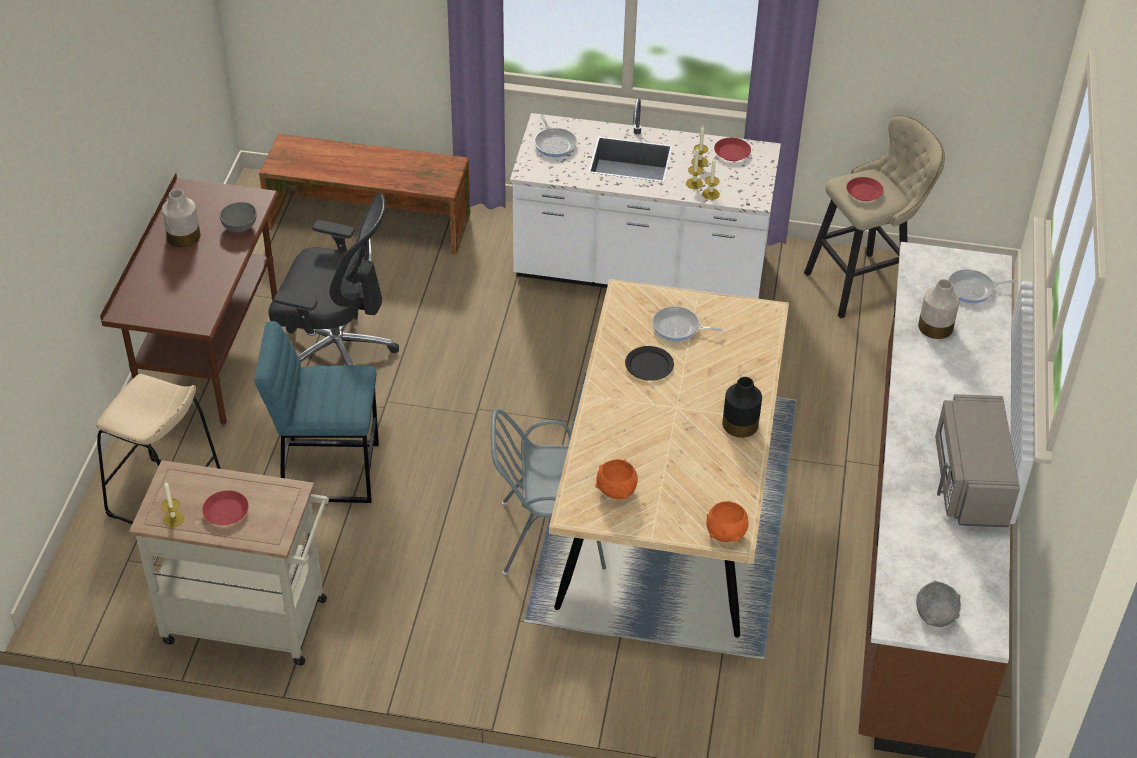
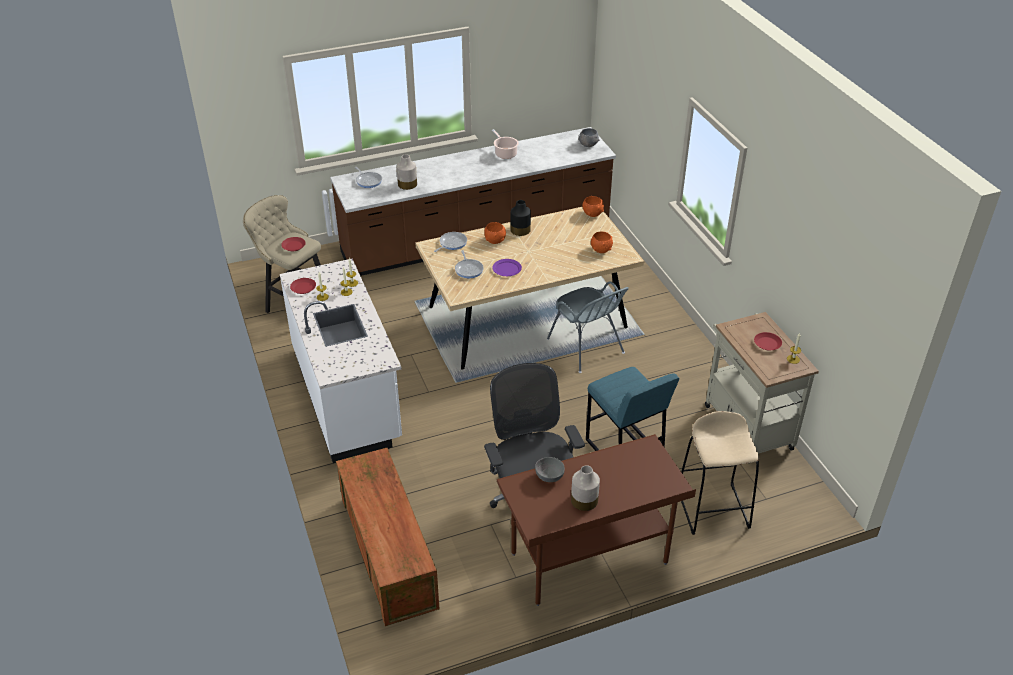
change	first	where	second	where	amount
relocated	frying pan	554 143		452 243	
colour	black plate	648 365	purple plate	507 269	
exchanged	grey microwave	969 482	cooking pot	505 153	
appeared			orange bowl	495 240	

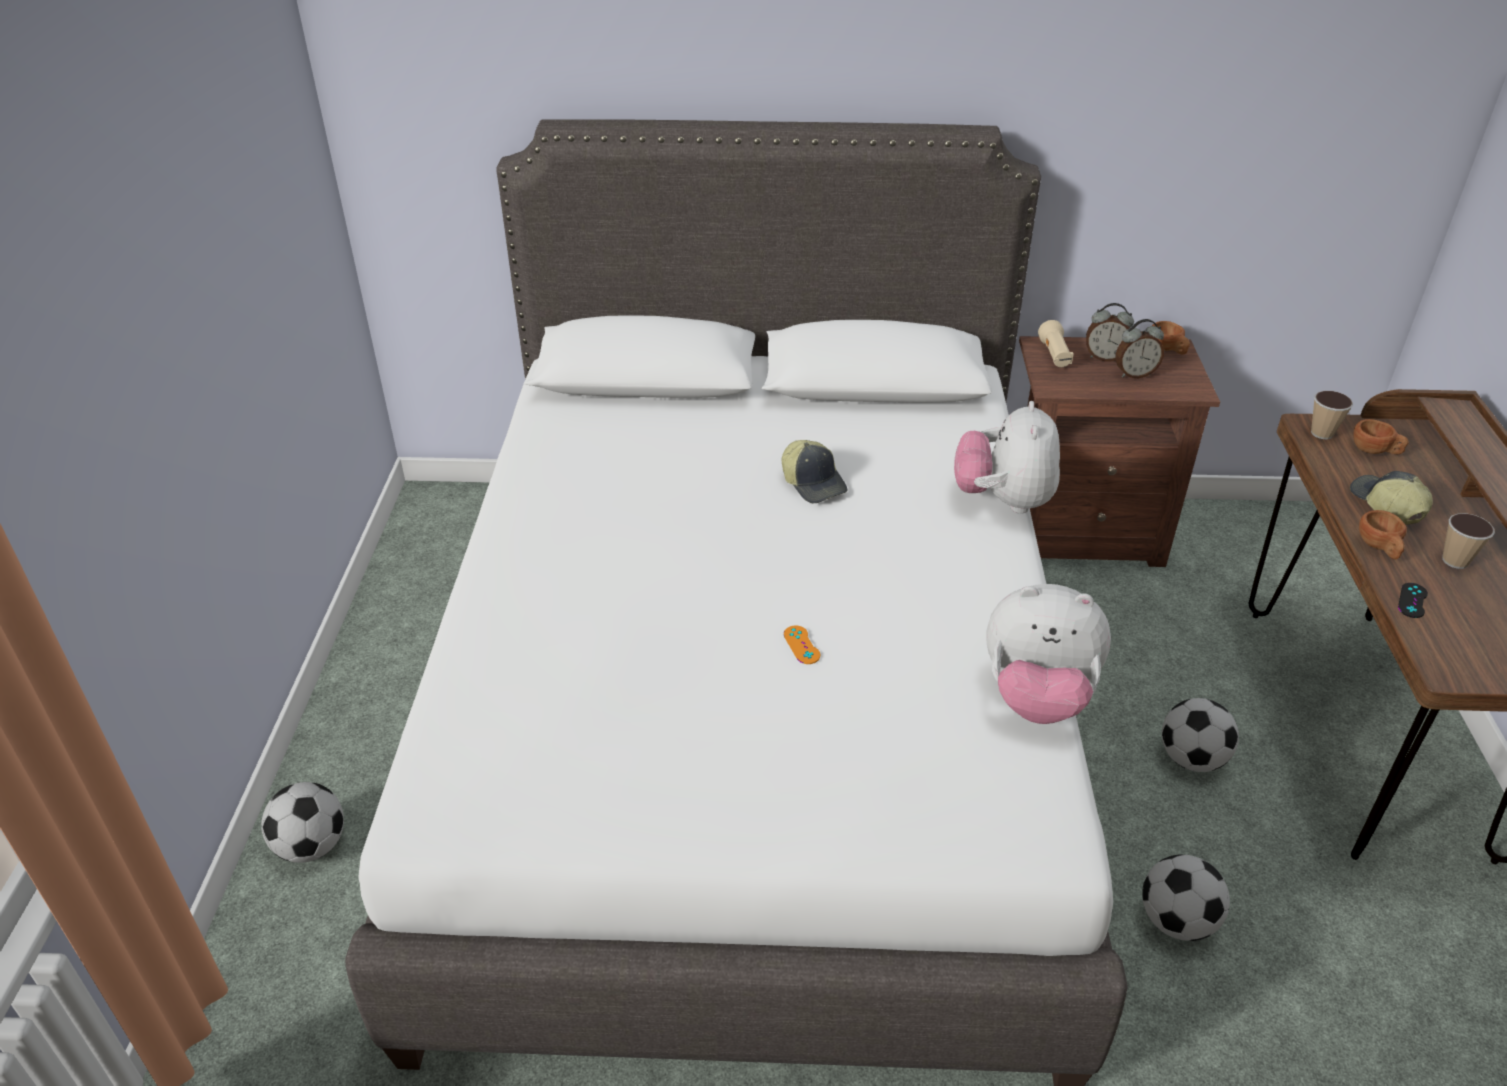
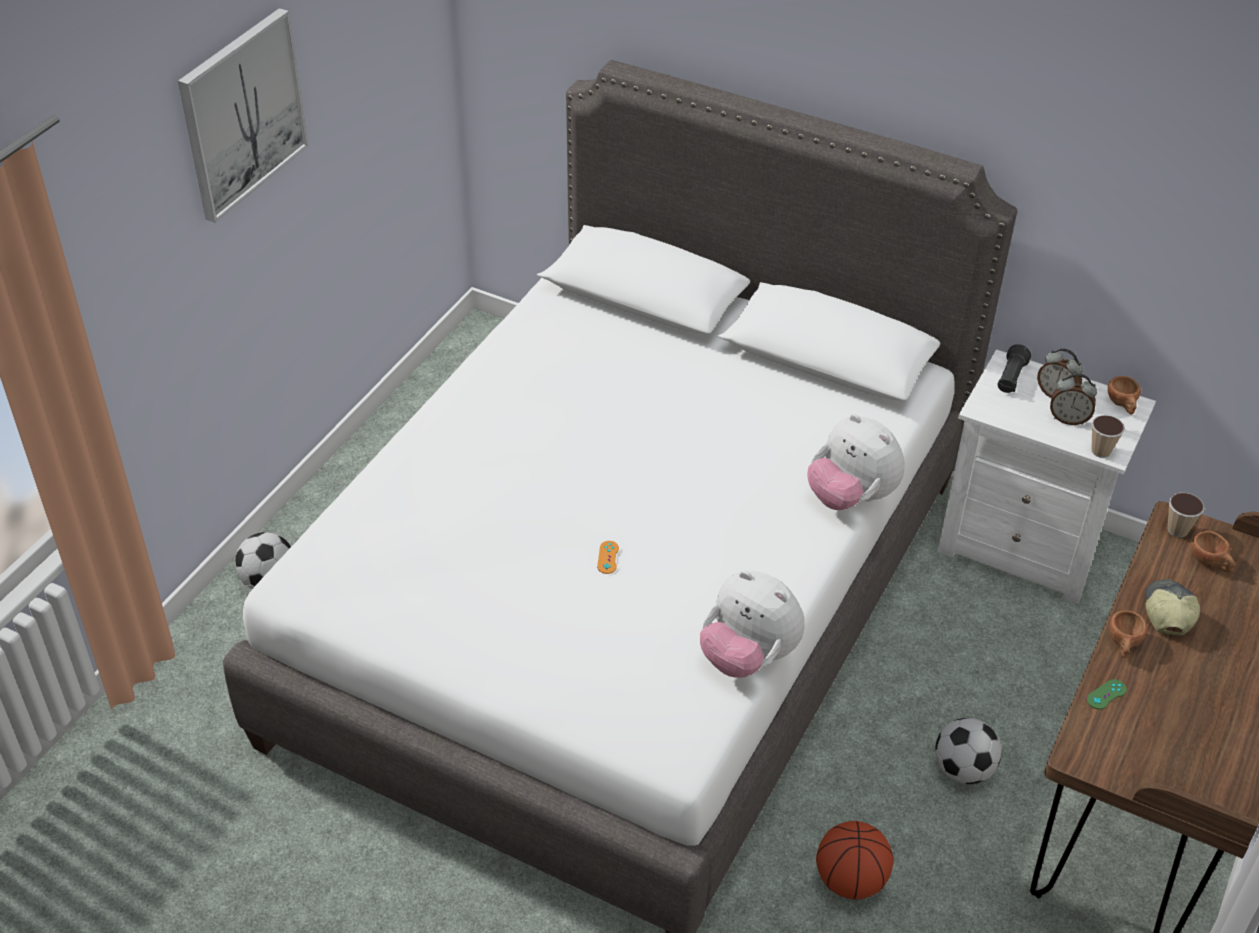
change	first	where	second	where	amount
colour	beige flashlight	1054 355	black flashlight	1010 378	
colour	brown nightstand	1081 533	white nightstand	1023 546	
spun	plush toy	1003 500		851 497	75 degrees counterclockwise
missing	cap	814 483			
relocated	cup	1455 561		1100 451	
colour	black game controller	1412 600	green game controller	1106 694	
exchanged	football	1177 922	basketball	850 880	
appeared			picture	242 114	

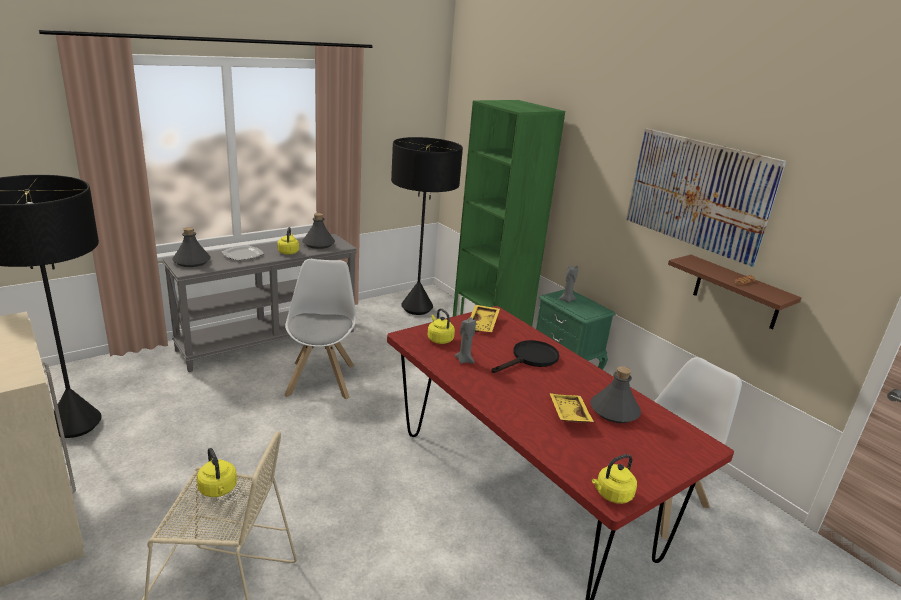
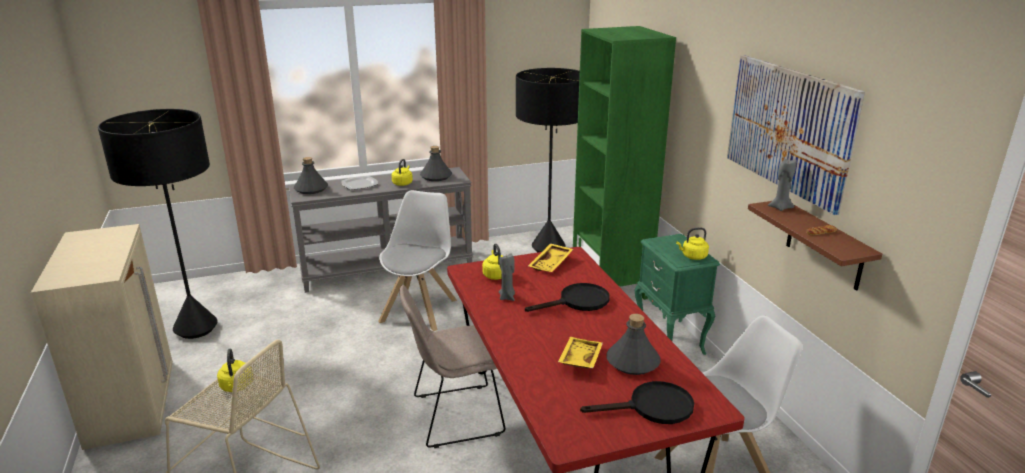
change	first	where	second	where	amount
relocated	grey candle	566 300		780 207	
relocated	yellow kettle	612 495		693 256	
appeared			beige chair	453 416	
appeared			black frying pan	652 407	

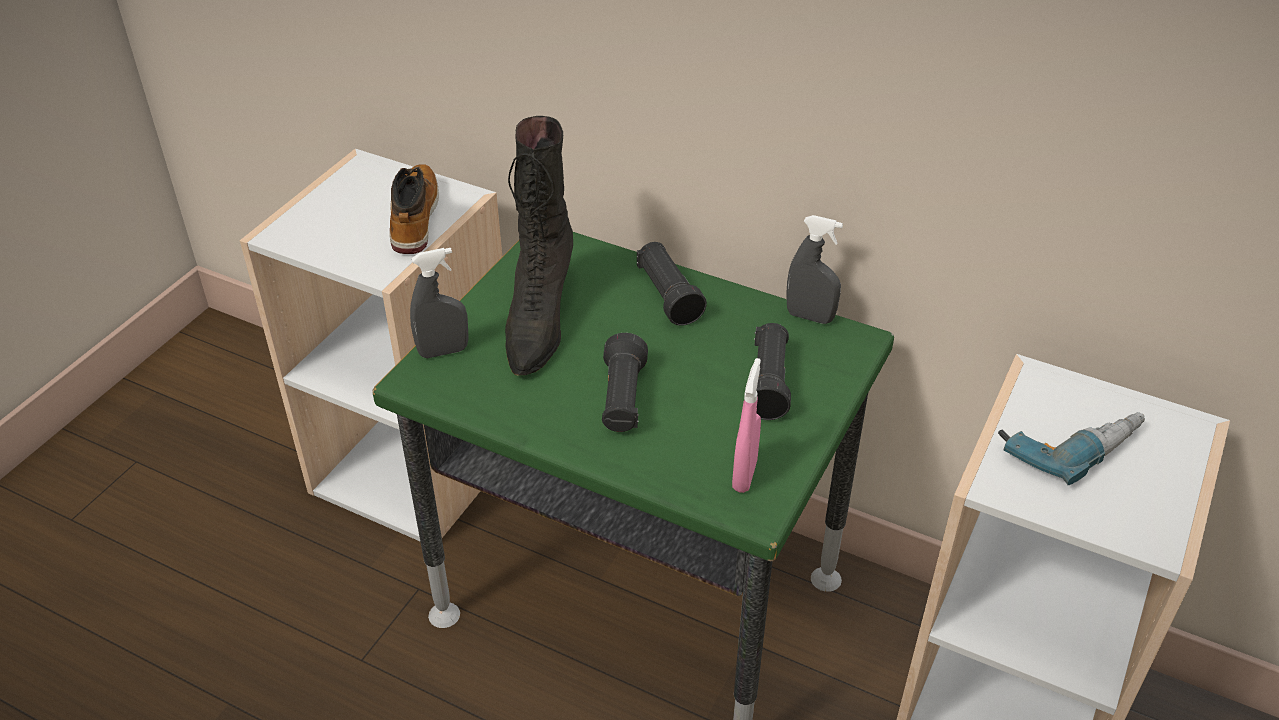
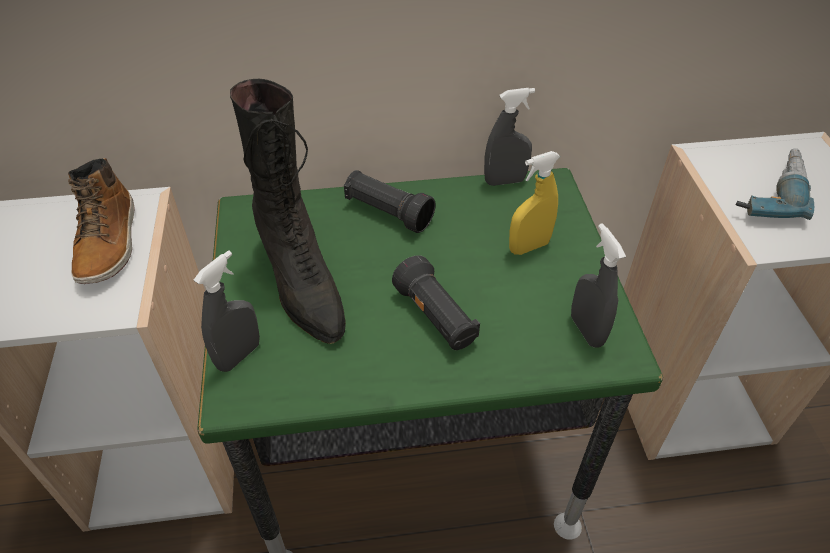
change	first	where	second	where	amount
spun	boot	414 218		109 242	150 degrees counterclockwise
exchanged	black flashlight	768 384	yellow spray bottle	529 247	
colour	pink spray bottle	744 475	grey spray bottle	586 330	

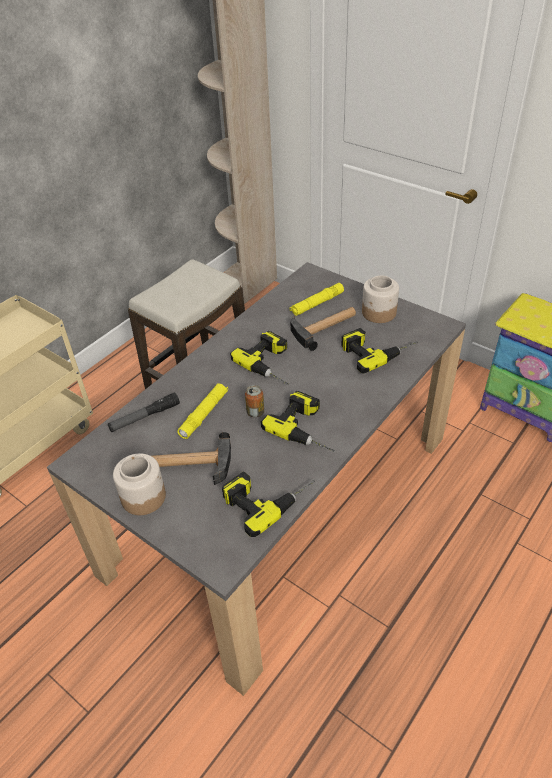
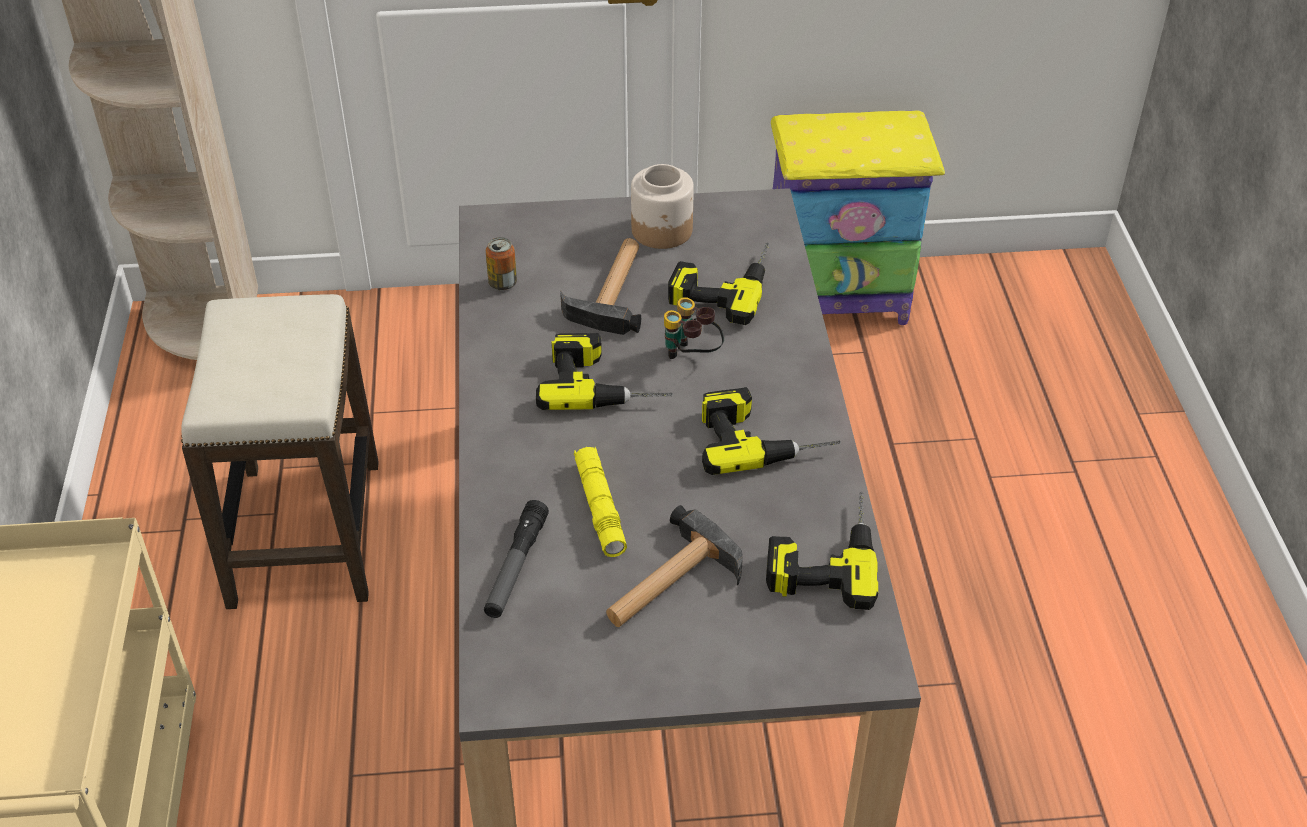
change	first	where	second	where	amount
missing	yellow flashlight	317 304			
relocated	can	255 412		502 283	
missing	jar	143 496			
appeared			binoculars	691 357	

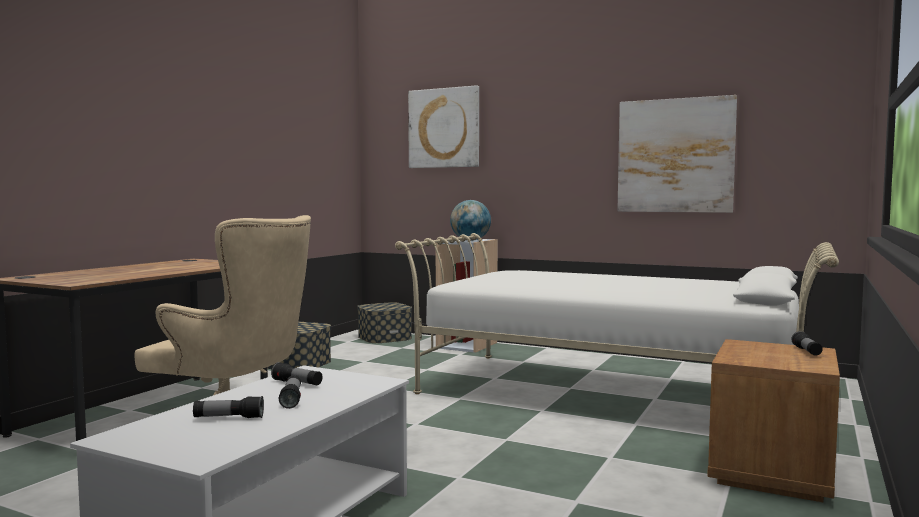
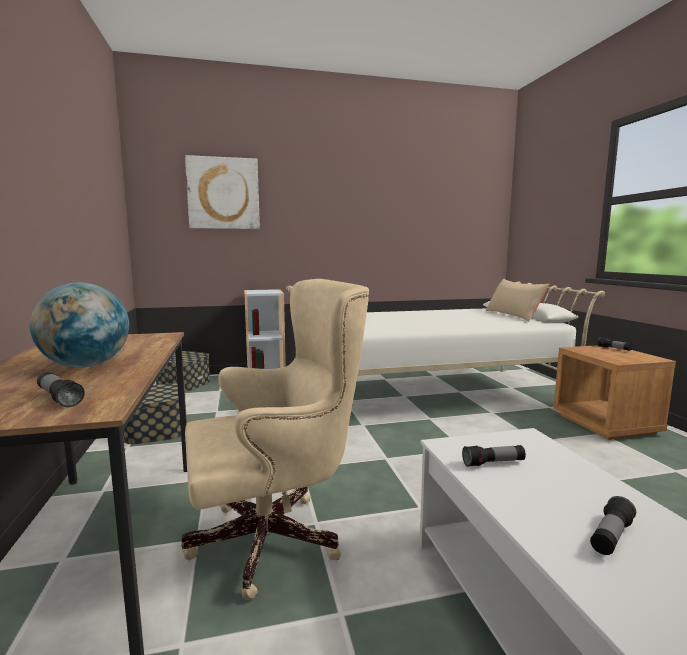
change	first	where	second	where	amount
missing	picture	675 155			
relocated	globe	470 240		86 366	
relocated	flashlight	291 399		59 398	
appeared			beige pillow	513 315	

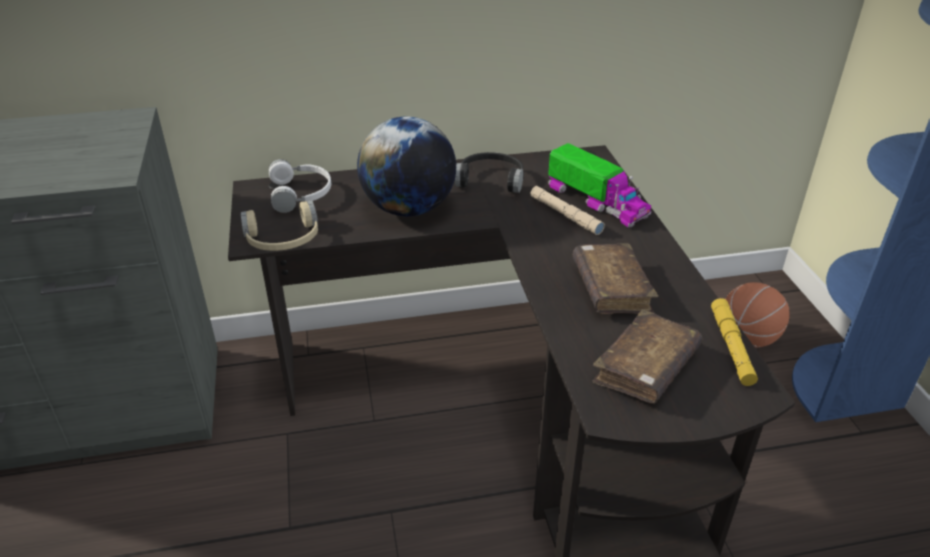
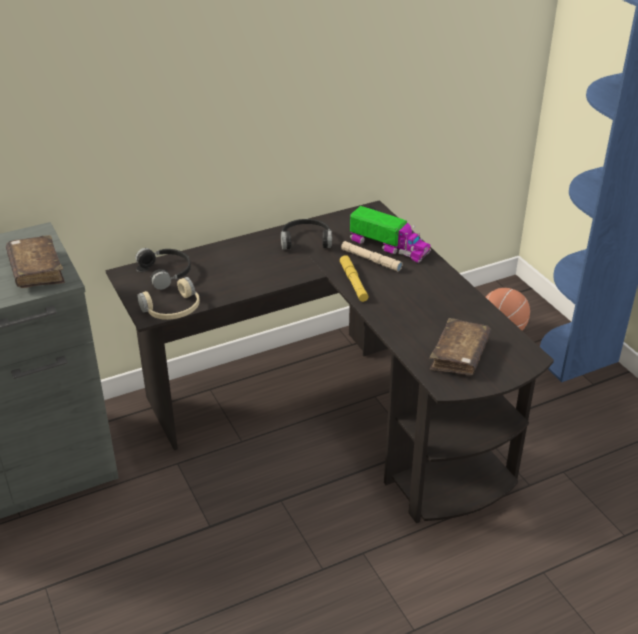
change	first	where	second	where	amount
missing	globe	409 209			
colour	white headphones	302 194	black headphones	167 272	
relocated	brown book	611 289		36 270	
relocated	yellow flashlight	731 346		353 282	

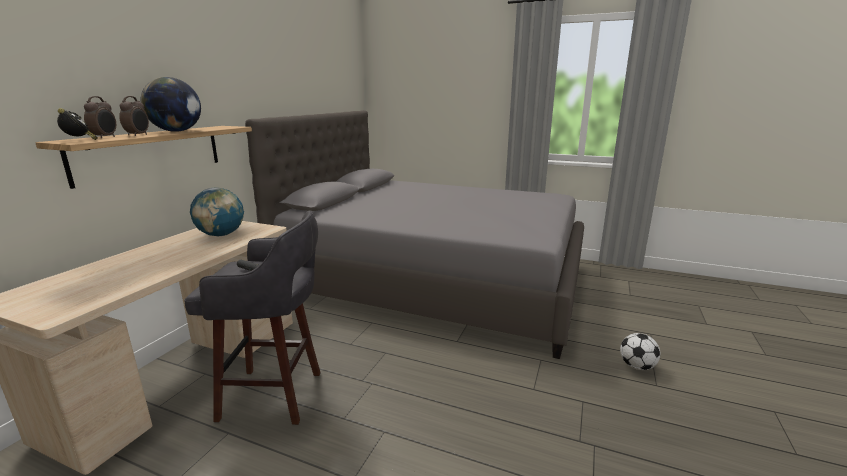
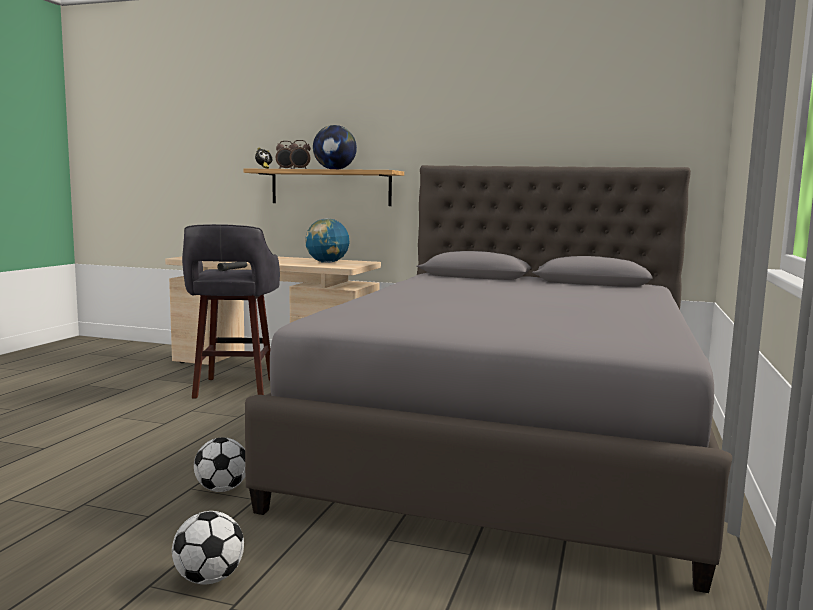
change	first	where	second	where	amount
appeared			football	222 489	

